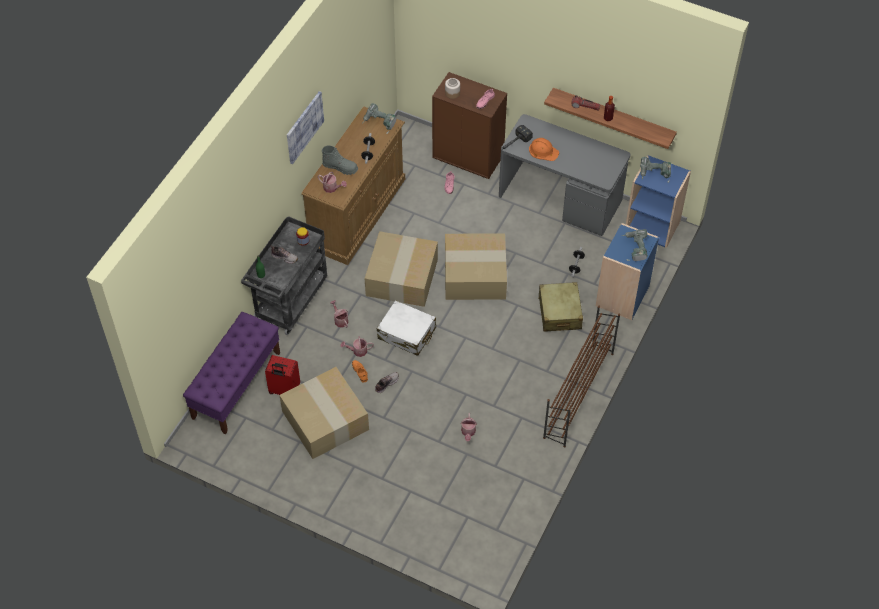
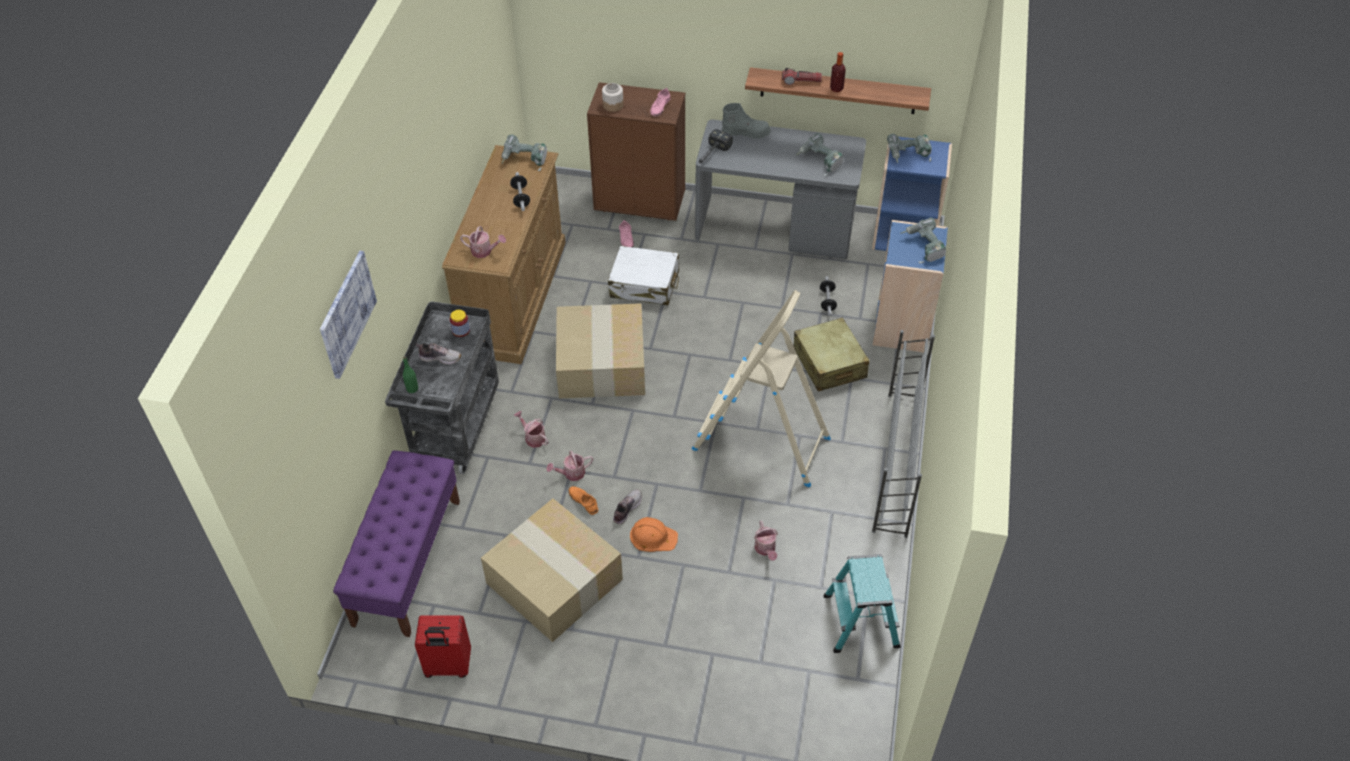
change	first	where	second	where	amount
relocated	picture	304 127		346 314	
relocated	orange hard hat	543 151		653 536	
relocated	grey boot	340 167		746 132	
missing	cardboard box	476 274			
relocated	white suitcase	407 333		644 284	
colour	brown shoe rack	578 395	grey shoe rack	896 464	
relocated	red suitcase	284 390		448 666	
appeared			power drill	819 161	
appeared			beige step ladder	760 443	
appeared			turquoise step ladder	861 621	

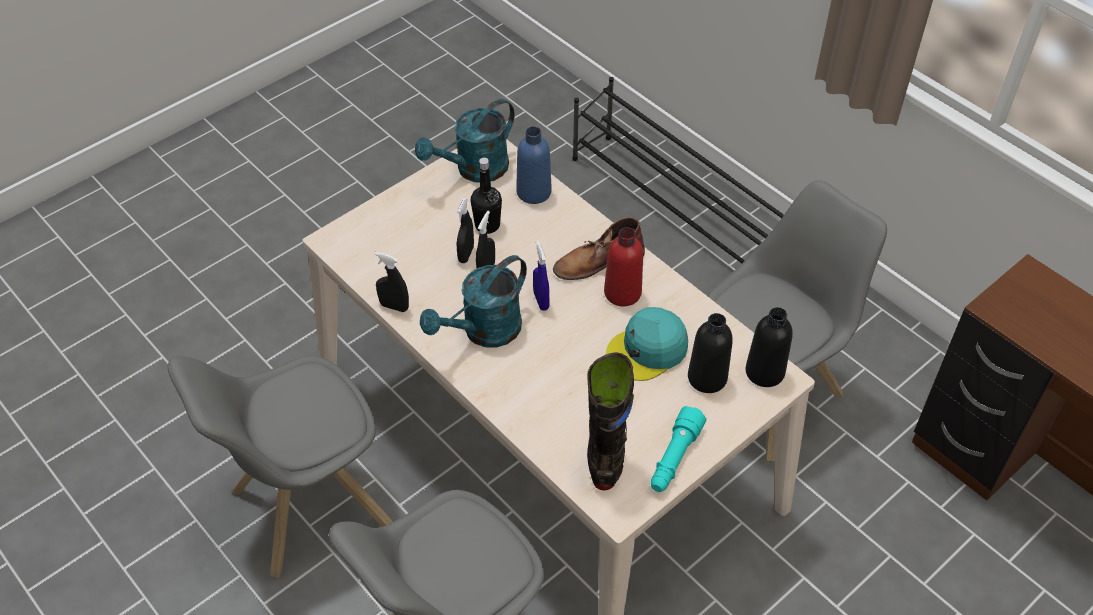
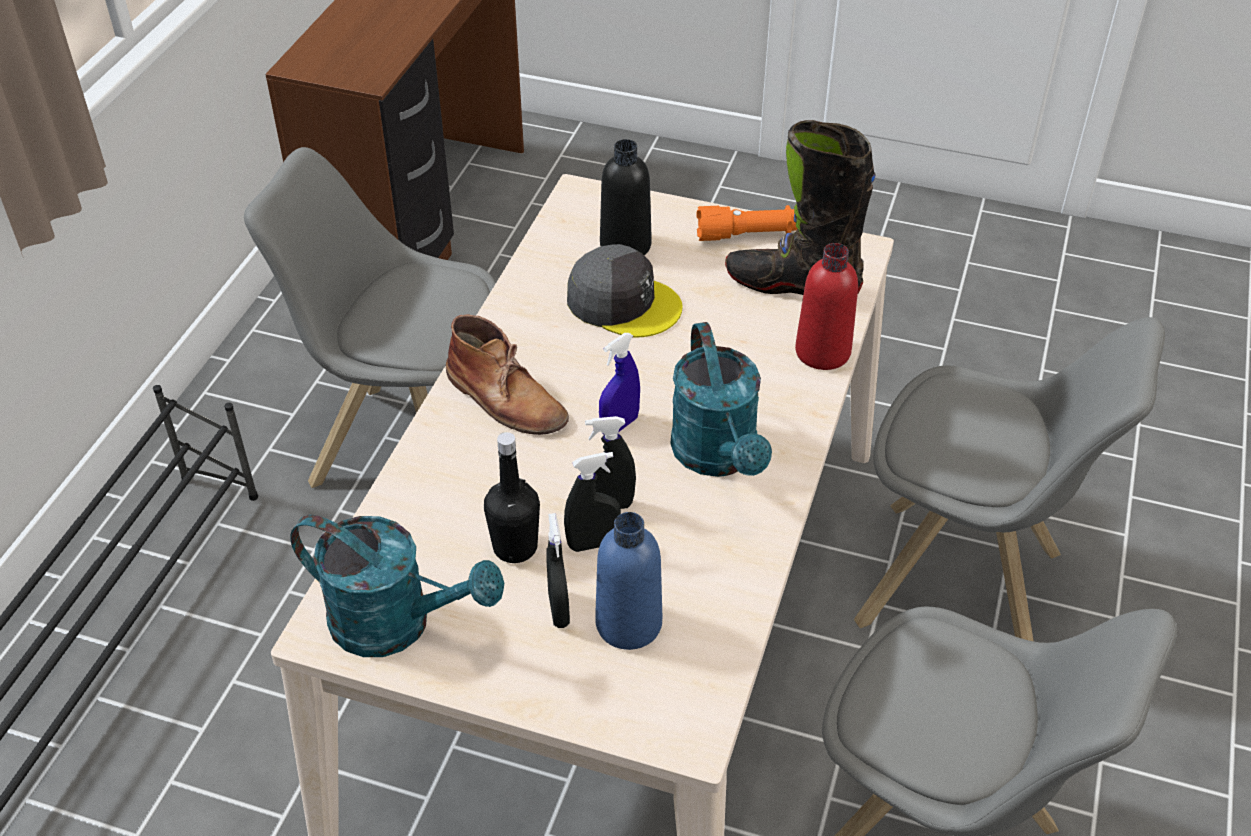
change	first	where	second	where	amount
relocated	blue bottle	534 192		628 624	
relocated	red bottle	622 293		822 352	
relocated	black spray bottle	394 306		559 610	
spun	turquoise watering can	484 332		719 457	60 degrees clockwise
colour	turquoise cap	647 350	grey cap	623 303	
missing	black bottle	764 372			
spun	black boot	606 449		792 285	45 degrees clockwise
colour	turquoise flashlight	674 458	orange flashlight	756 235	

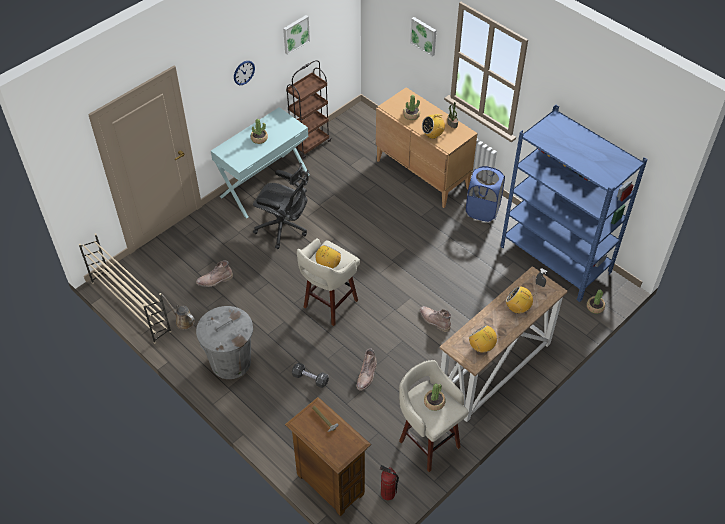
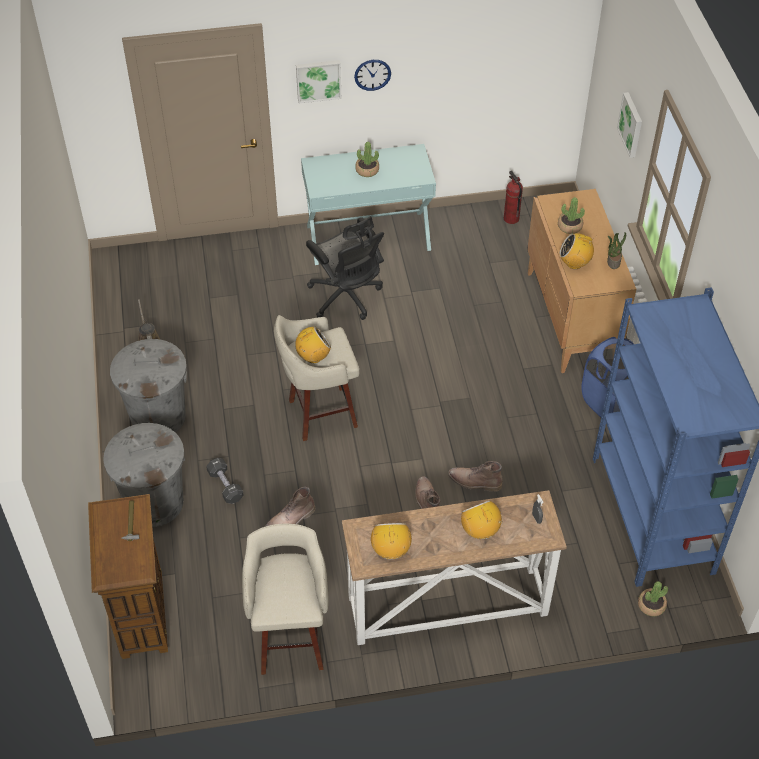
change	first	where	second	where	amount
relocated	picture	295 34		318 80	
missing	brown cart	310 145			
missing	beige shoe rack	130 306			
relocated	brown boot	214 280		474 482	
missing	potted plant	434 402			
relocated	fire extinguisher	387 494		511 219	
appeared			grey trash can	154 502	

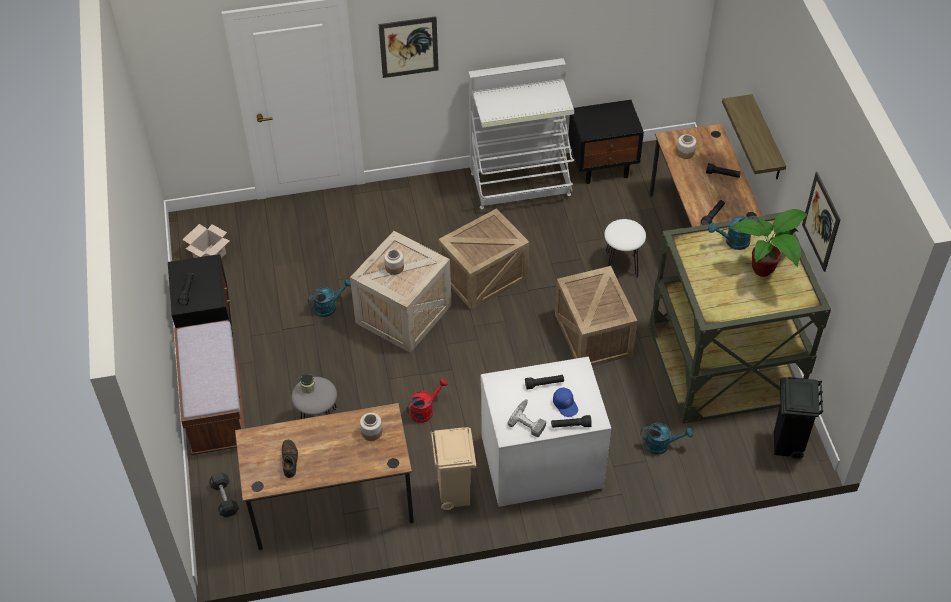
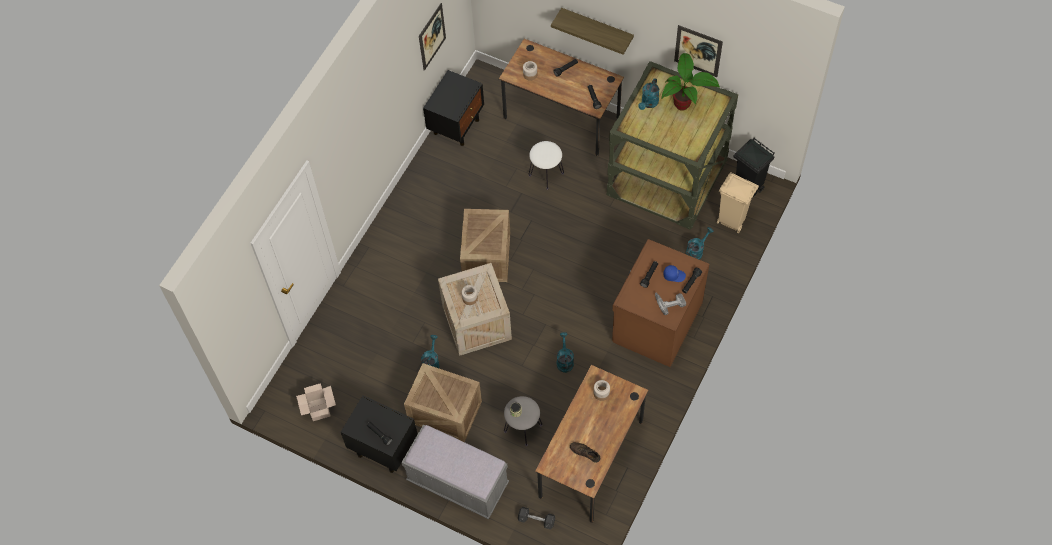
change	first	where	second	where	amount
relocated	picture	409 47		432 36	
missing	white shoe rack	521 186			
relocated	crate	594 335		446 411	
colour	brown bench	216 408	grey bench	457 483	
colour	white washing machine	540 462	brown washing machine	655 323	
colour	red watering can	425 410	turquoise watering can	564 360	
relocated	beige trash can	454 494		731 221	

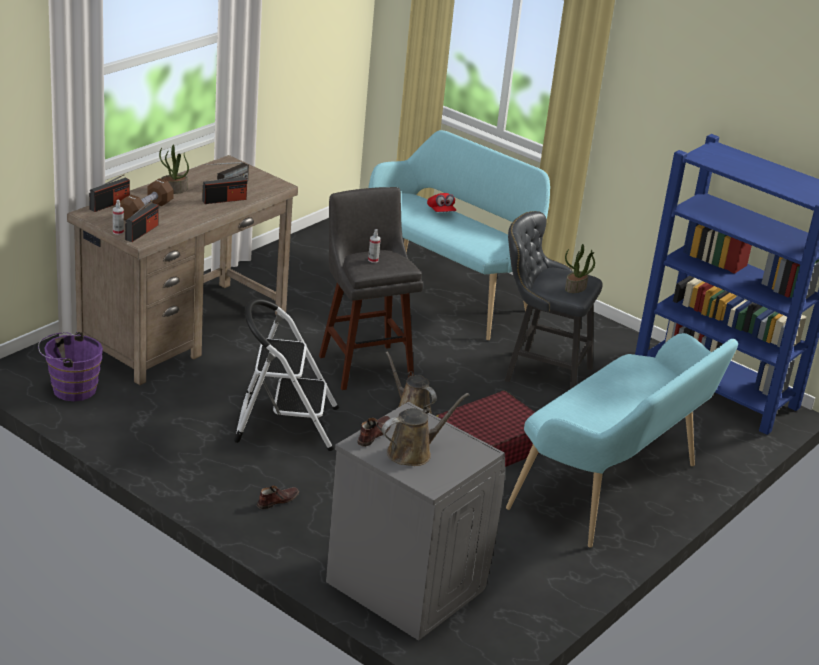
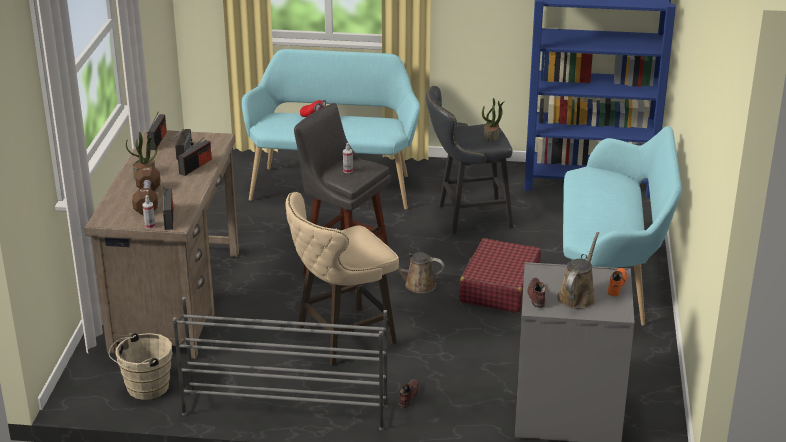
change	first	where	second	where	amount
relocated	radio	110 204		157 140	
exchanged	step ladder	283 424	beige stool	341 338	
colour	purple bucket	71 389	beige bucket	144 388	
appeared			orange shoe	616 285	
appeared			grey shoe rack	284 410	

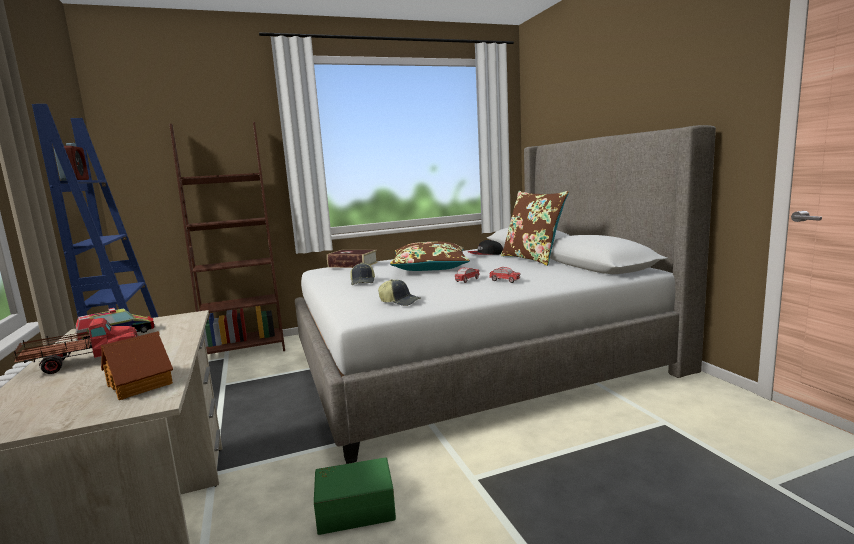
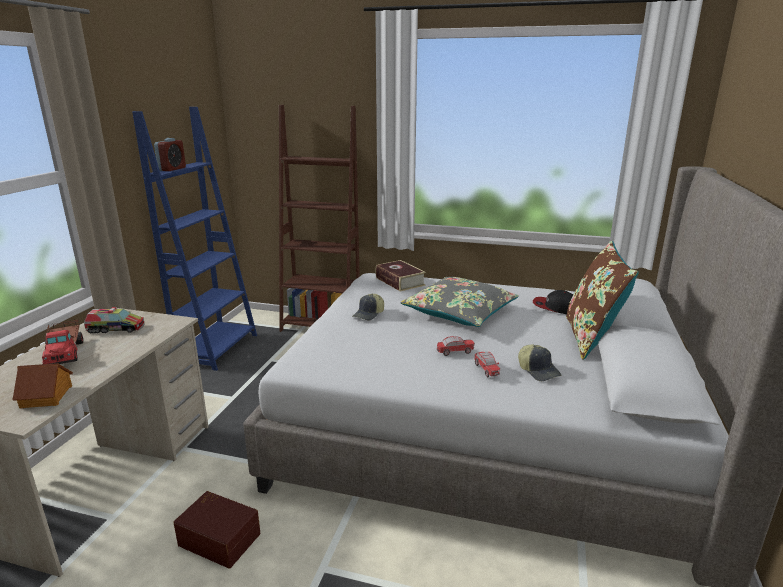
change	first	where	second	where	amount
colour	brown pillow	430 267	grey pillow	460 312	
relocated	cap	400 302		538 371	
spun	toy truck	82 361		65 352	60 degrees clockwise
colour	green storage box	355 507	brown storage box	220 538	

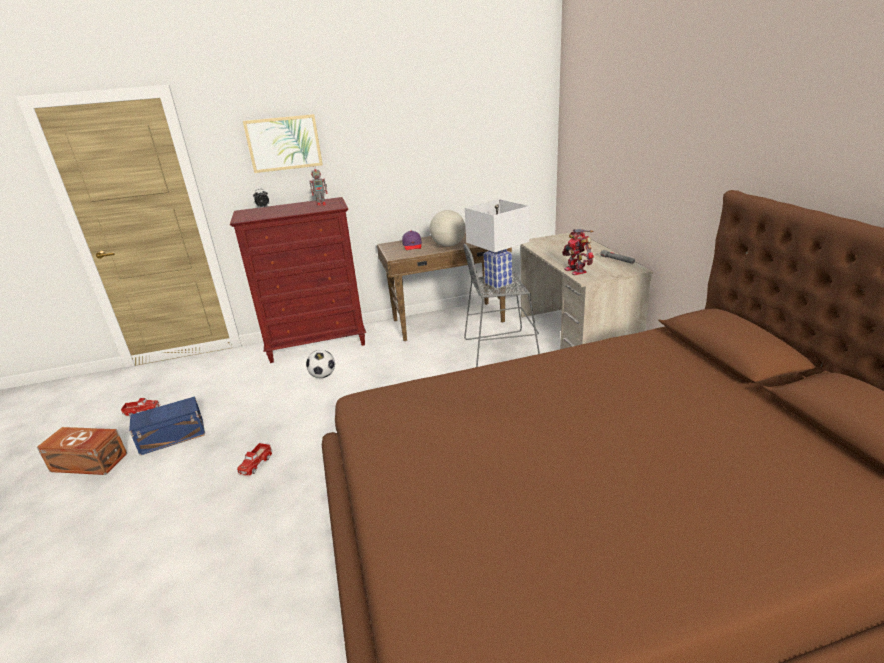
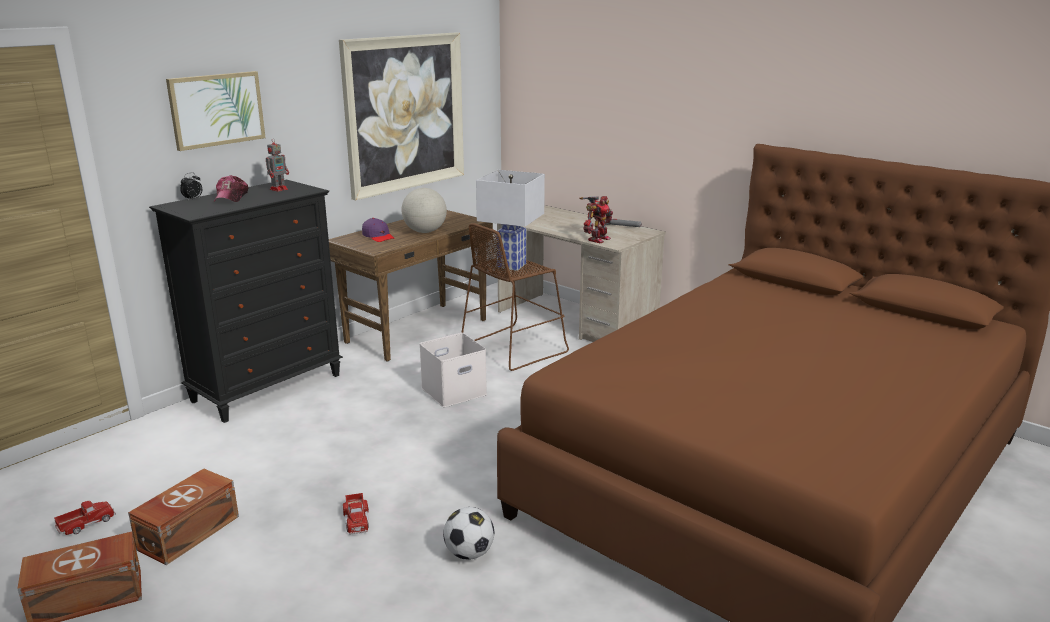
change	first	where	second	where	amount
colour	red dresser	318 344	black dresser	268 387	
spun	toy robot	576 270		597 239	90 degrees counterclockwise
colour	grey stool	501 350	brown stool	514 347	
relocated	football	323 375		469 553	
colour	blue storage box	171 436	brown storage box	187 533	
appeared			picture	405 113	
appeared			cap	231 197	
appeared			white storage box	454 390	

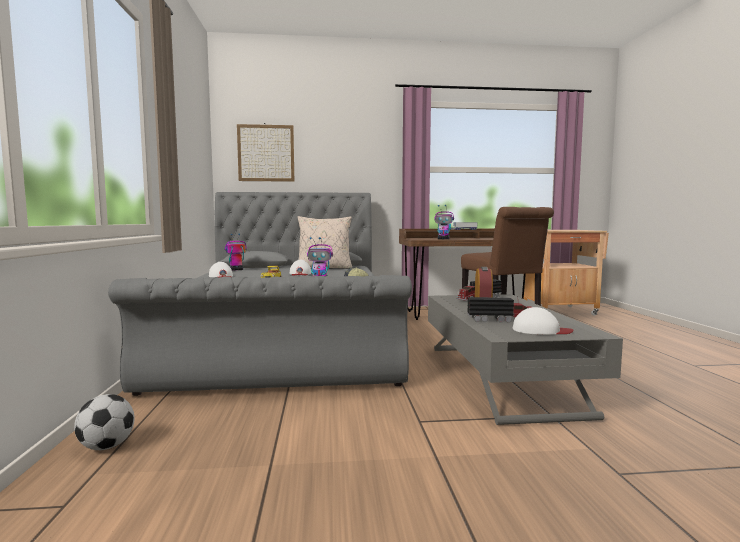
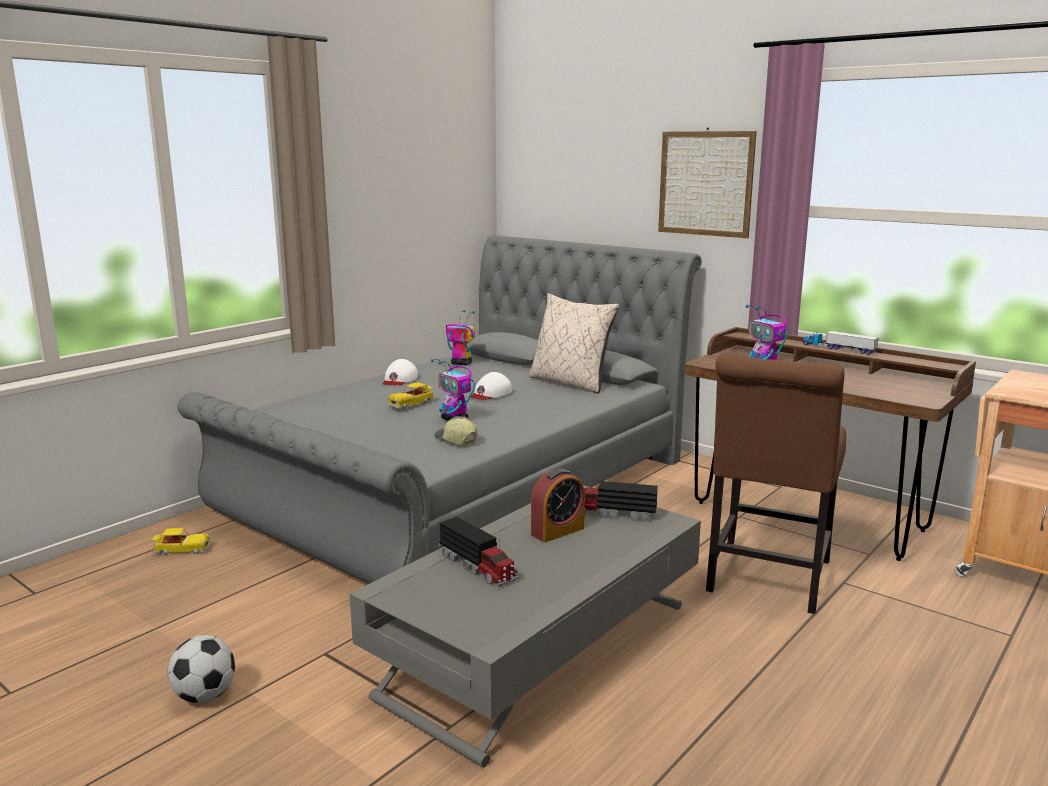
change	first	where	second	where	amount
relocated	picture	266 152		705 181	
missing	white cap	541 330			
relocated	football	106 446		205 696	
appeared			toy car	182 550	

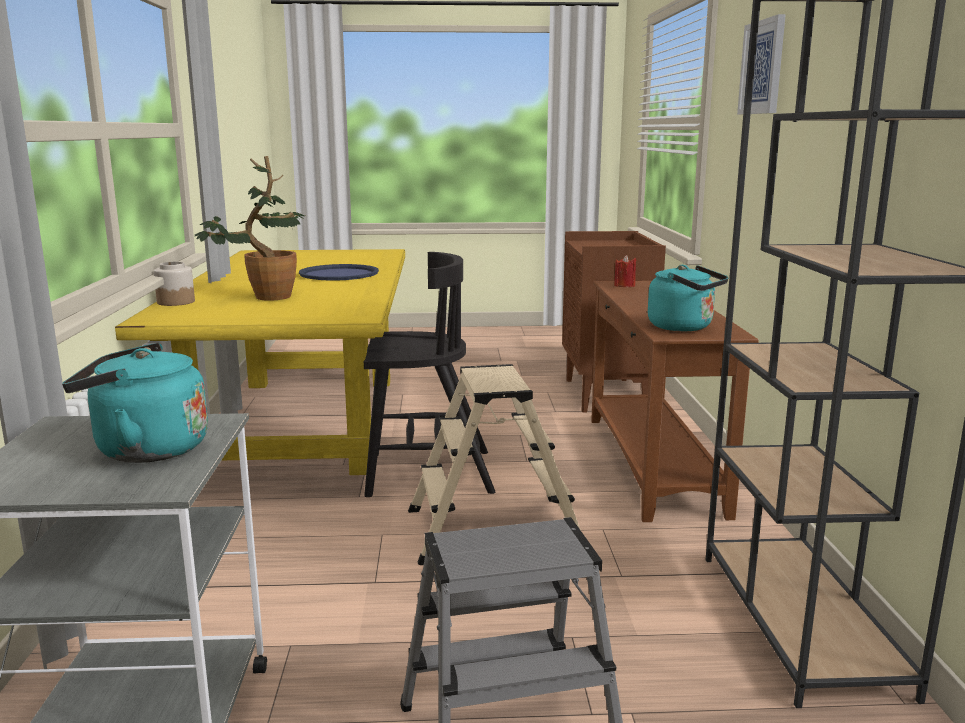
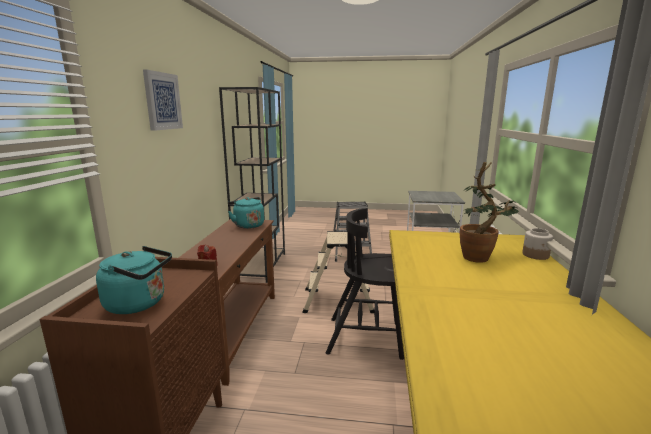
change	first	where	second	where	amount
missing	blue tray	339 274			
relocated	turquoise kettle	145 450		139 303	

